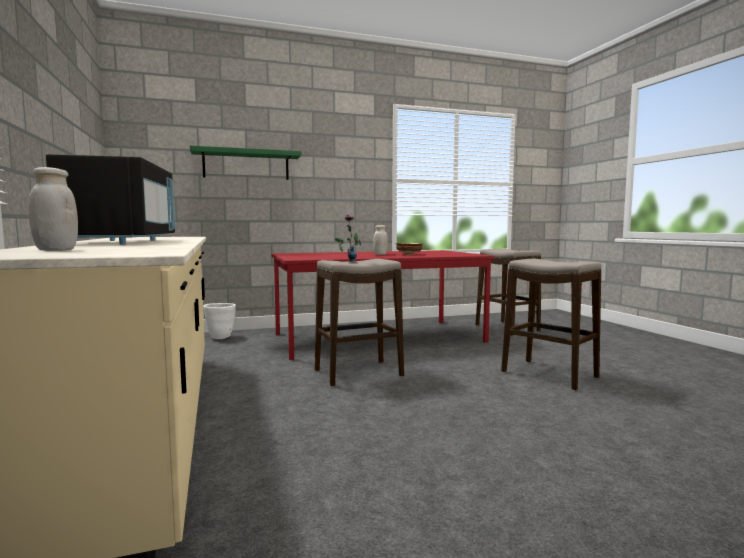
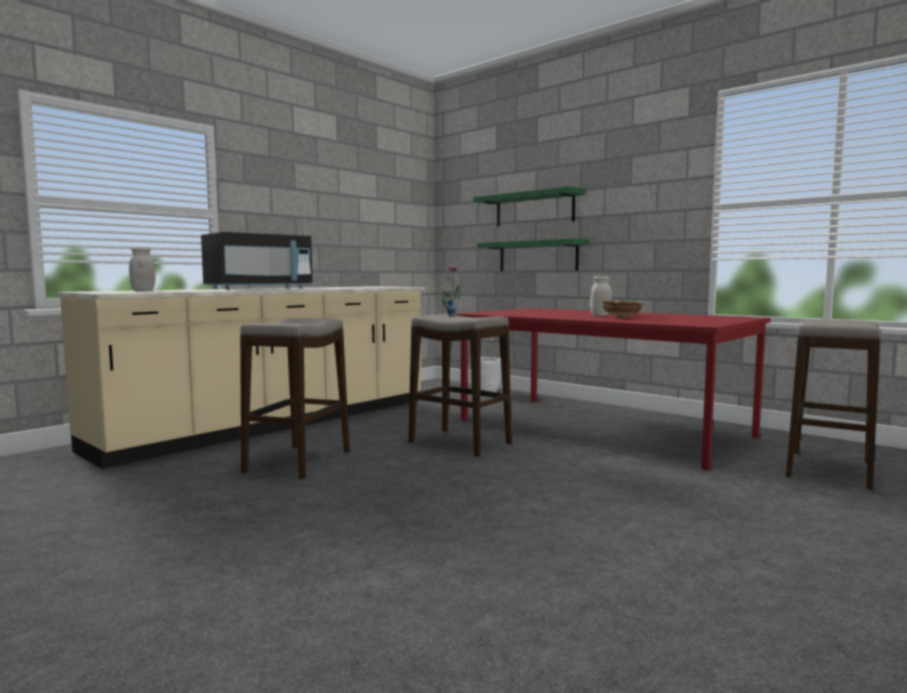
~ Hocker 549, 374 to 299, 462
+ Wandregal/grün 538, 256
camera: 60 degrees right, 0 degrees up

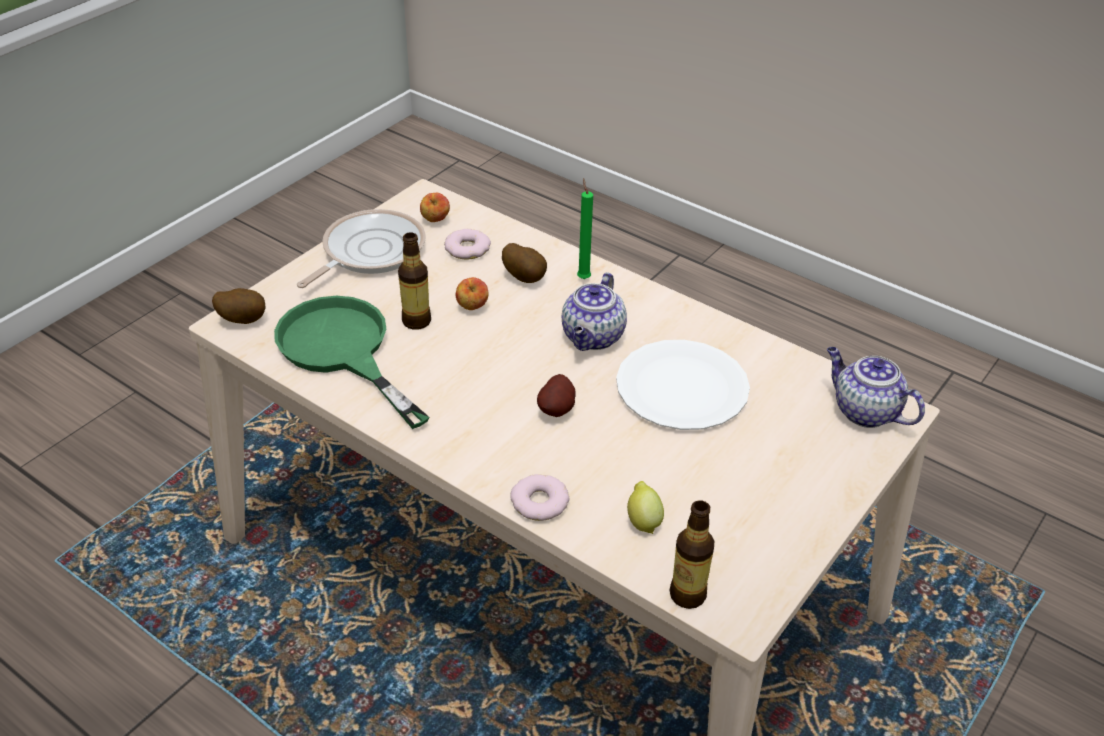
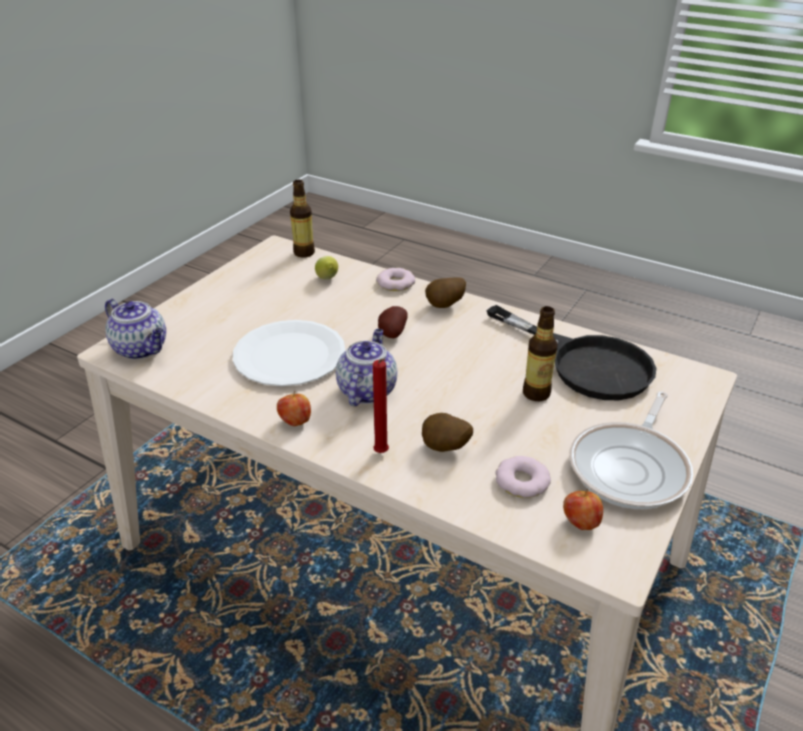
~ Kartoffel 243, 319 to 445, 306
~ Pfanne/grün 343, 351 to Pfanne/schwarz 585, 363
~ Apfel 472, 307 to 295, 422
~ Kerze/grün 583, 277 to Kerze/rot 382, 454
camera: 175 degrees right, 5 degrees down

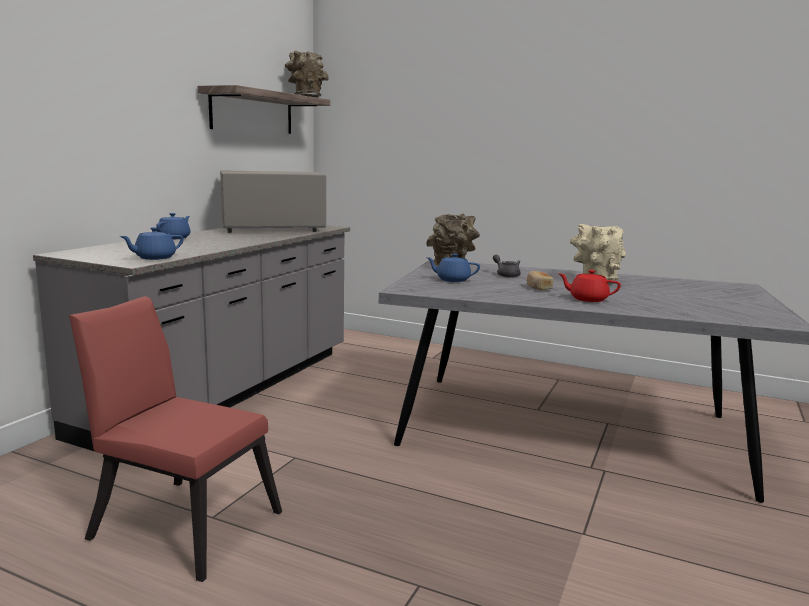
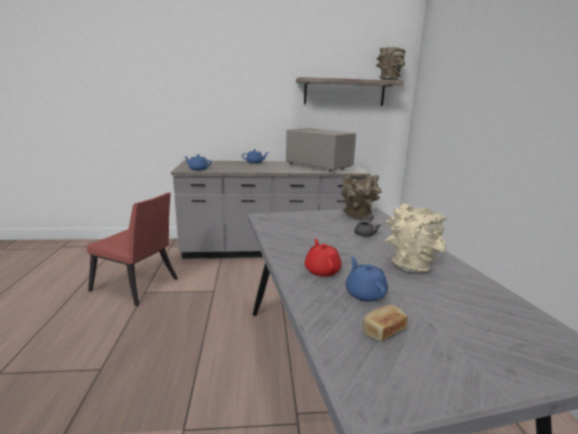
~ Stuhl/rot 180, 521 = 137, 287 120 degrees clockwise
~ Teekanne/blau 452, 280 to 365, 293
~ Brot 538, 287 to 382, 330
camera: 60 degrees right, 5 degrees up

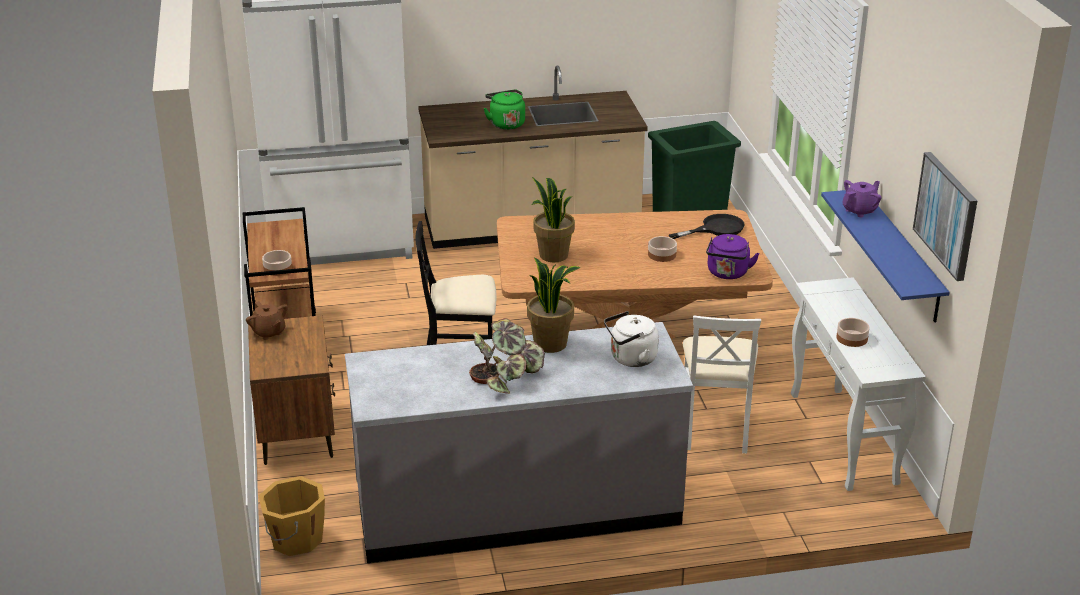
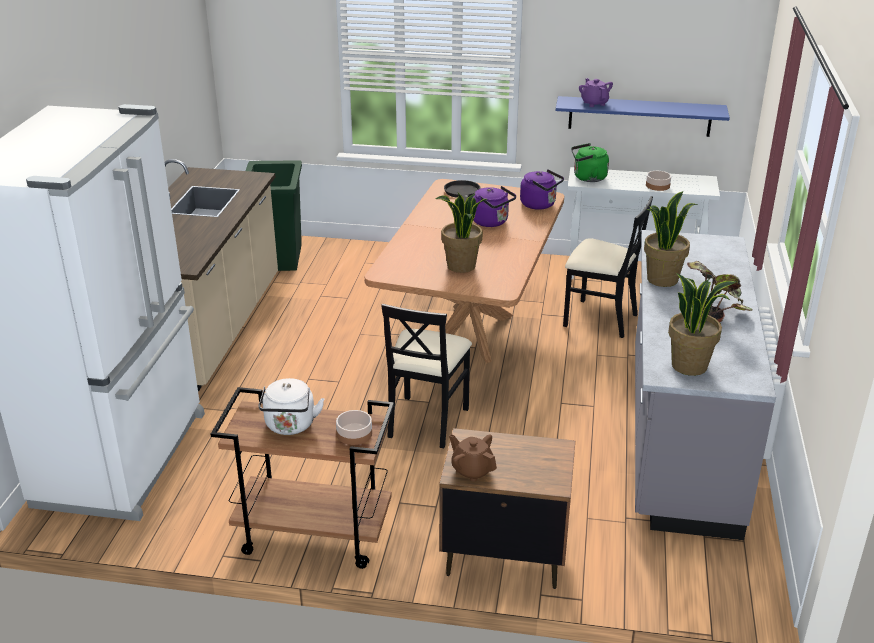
~ Teekanne/braun 269, 332 = 472, 470 120 degrees counterclockwise
- Eimer/orange 295, 539
~ Wasserkessel/grün 506, 123 to 587, 178
~ Wasserkessel/weiß 630, 359 to 290, 426
~ Schüssel 661, 255 to Wasserkessel/lila 492, 222
~ Stuhl/weiß 716, 428 to Stuhl/schwarz 599, 319
- Bild 946, 215
+ Topfpflanze 690, 365
camera: 70 degrees left, 0 degrees up

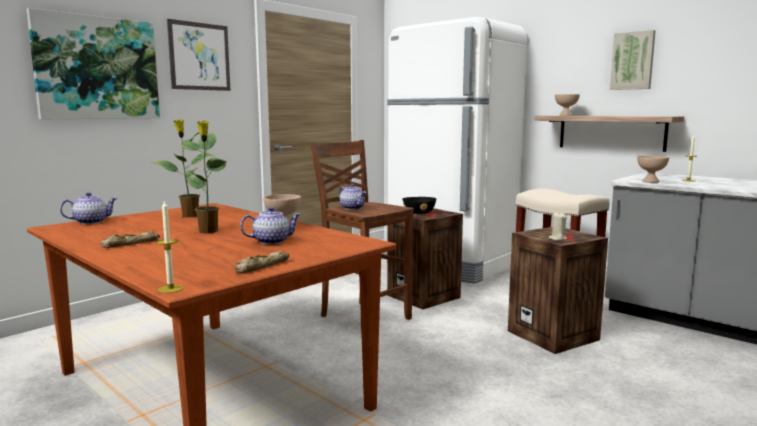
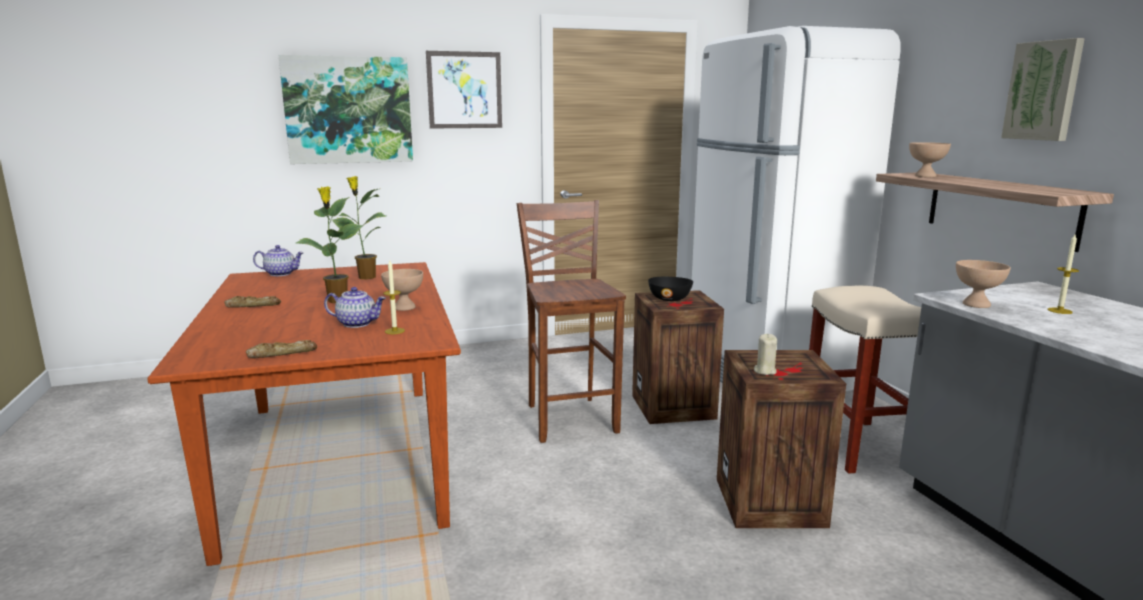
~ Kerze 170, 289 to 394, 331
- Teekanne 352, 208
camera: 30 degrees right, 5 degrees up

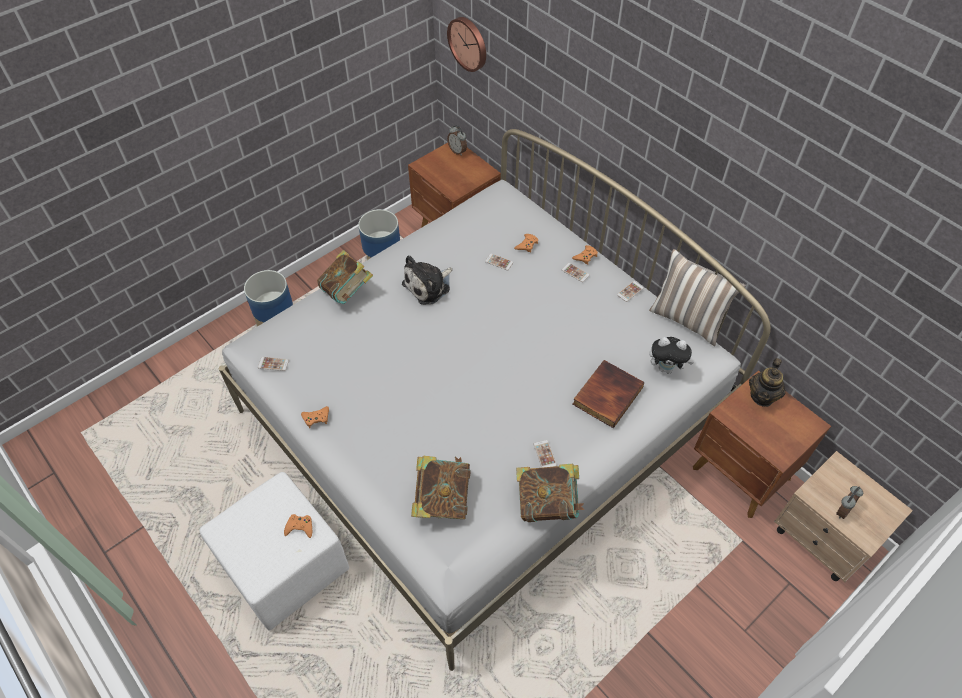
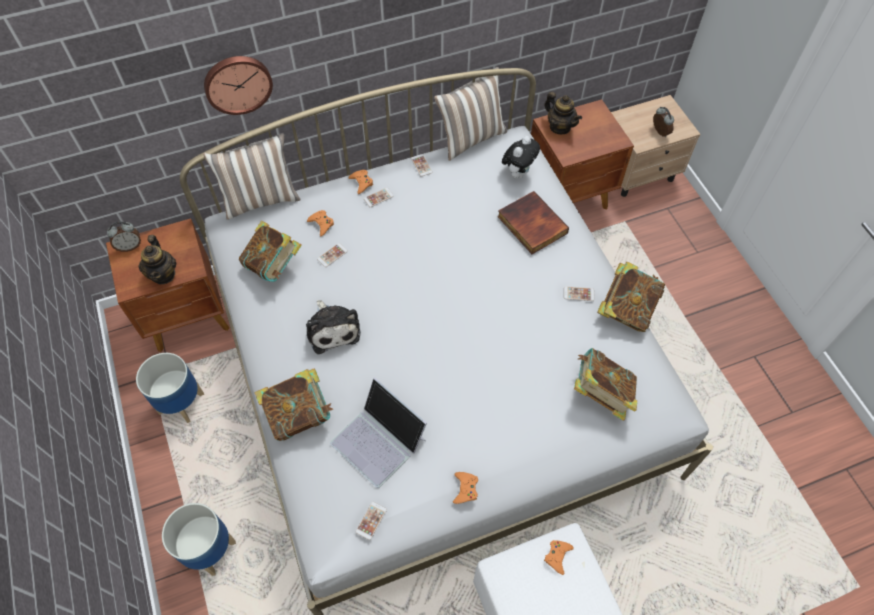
~ Wanduhr 469, 43 to 237, 83
+ Teekanne 163, 274
+ Kissen 261, 199
+ Buch 274, 265
+ Laptop 379, 440
camera: 70 degrees left, 5 degrees up

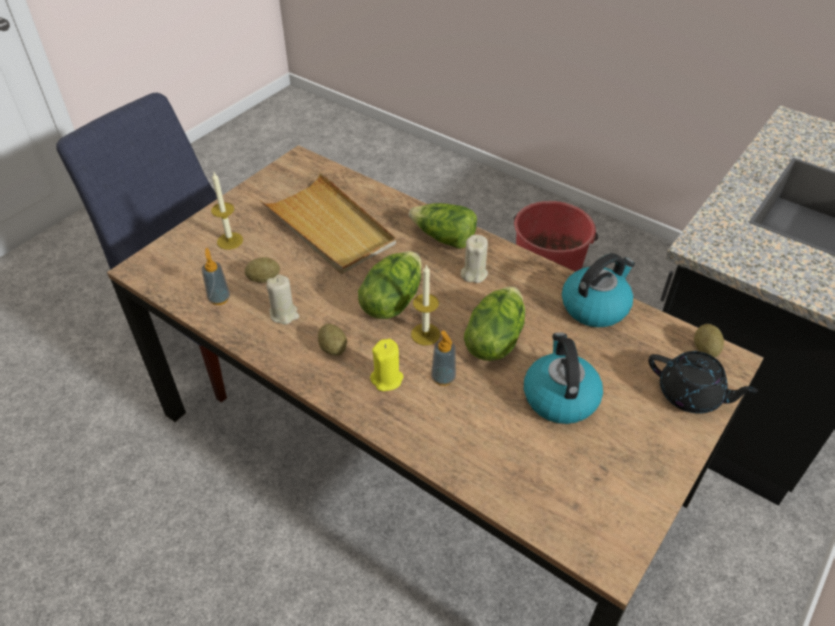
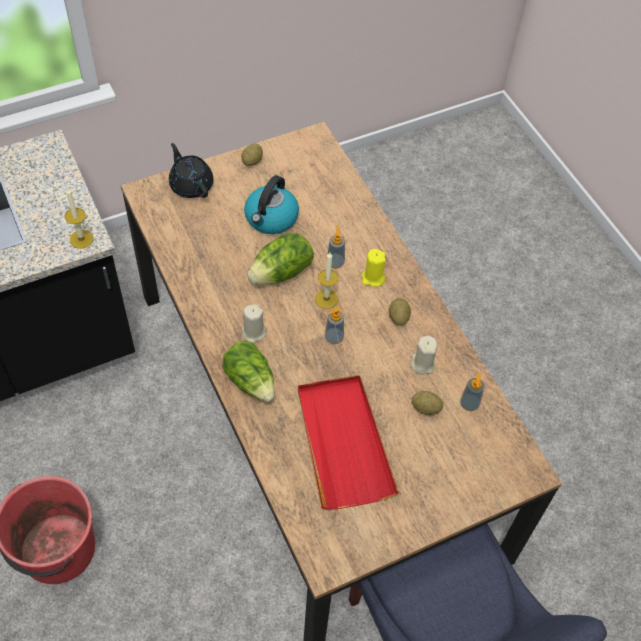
~ Kerze 230, 241 to 81, 239
~ Tablett/beige 329, 227 to Tablett/rot 343, 442
~ Salatkopf 391, 301 to Seifenspender 334, 337
- Wasserkessel 595, 306
~ Kartoffel 705, 349 to 252, 161
camera: 155 degrees left, 10 degrees up

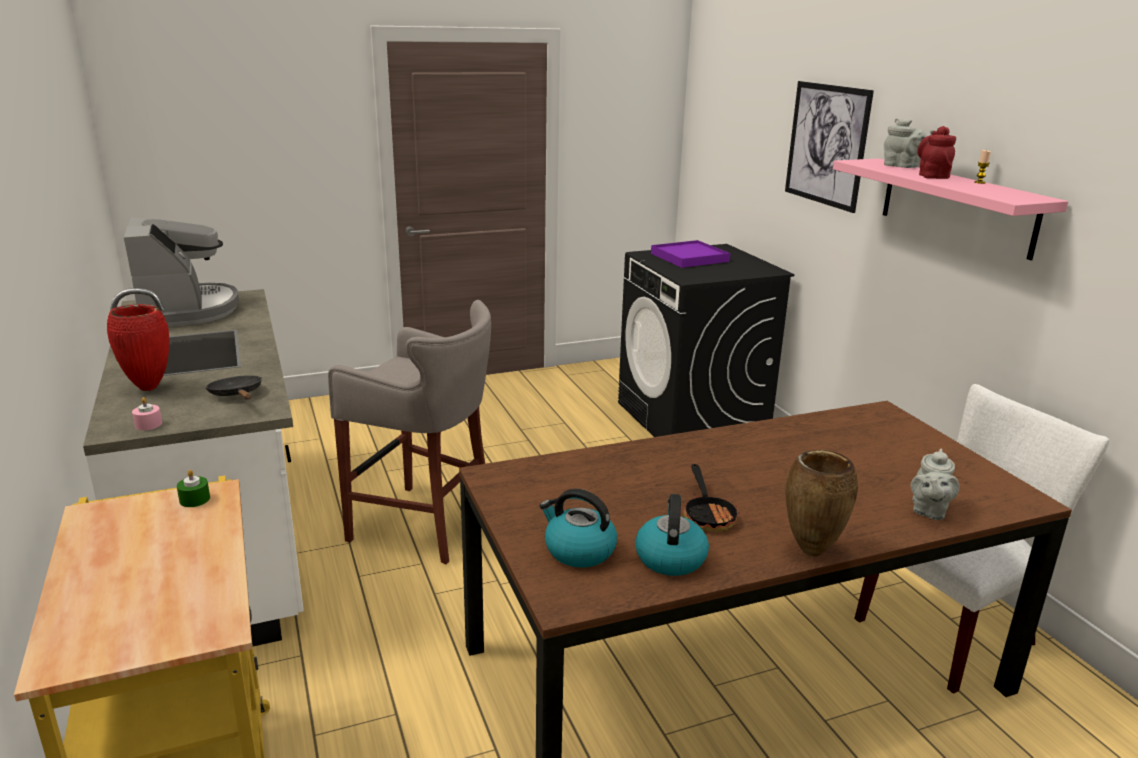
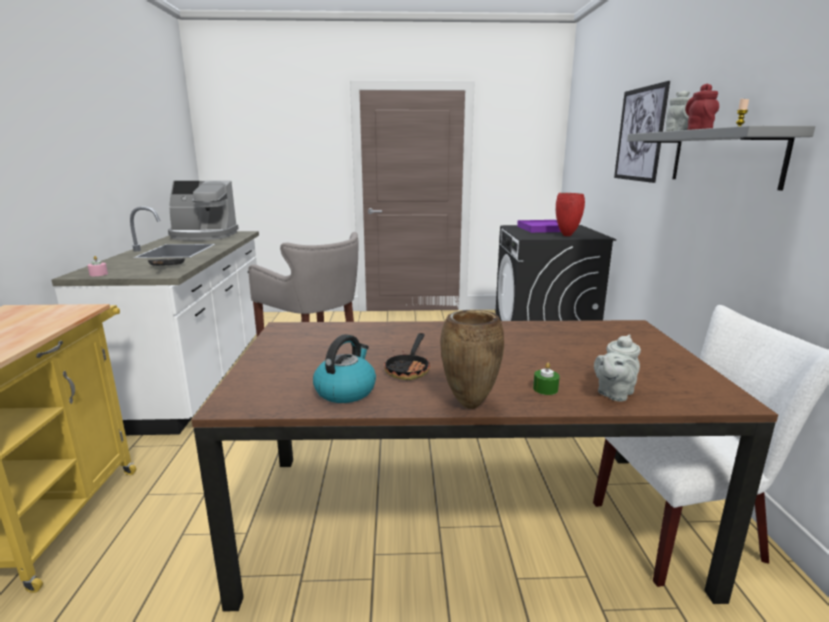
~ Vase/rot 149, 388 to 567, 235
~ Kaffeemaschine 186, 310 = 203, 236 90 degrees clockwise
~ Kerze/grün 194, 499 to 545, 389
- Wasserkessel 578, 551
~ Wandregal/rosa 956, 206 to Wandregal/grau 724, 157
camera: 20 degrees right, 5 degrees down

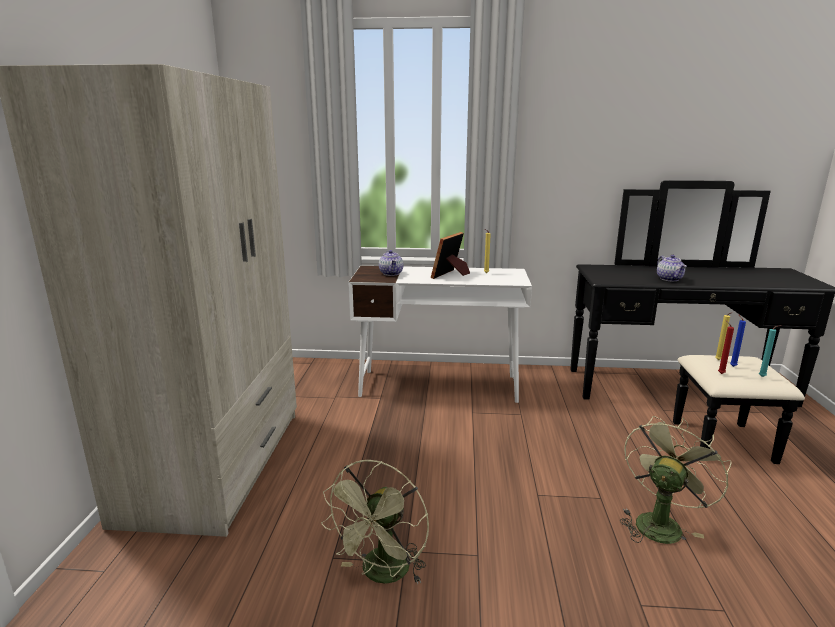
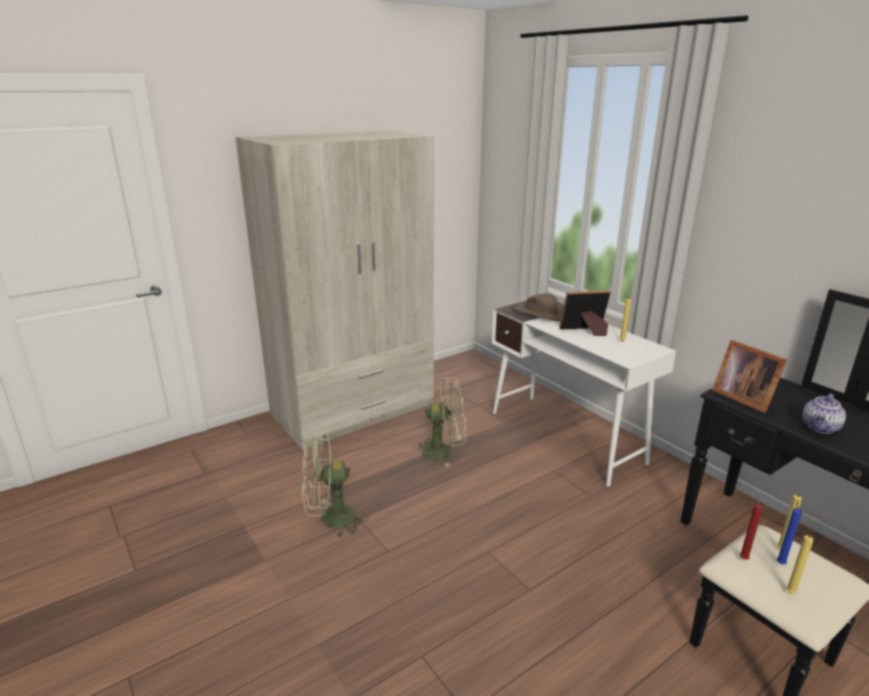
~ Teekanne 391, 273 to Hut/braun 541, 313
~ Ventilator/grün 659, 522 to 444, 451
~ Kerze/türkis 763, 377 to Kerze/gelb 791, 594
+ Bilderrahmen 742, 397
camera: 50 degrees right, 5 degrees up

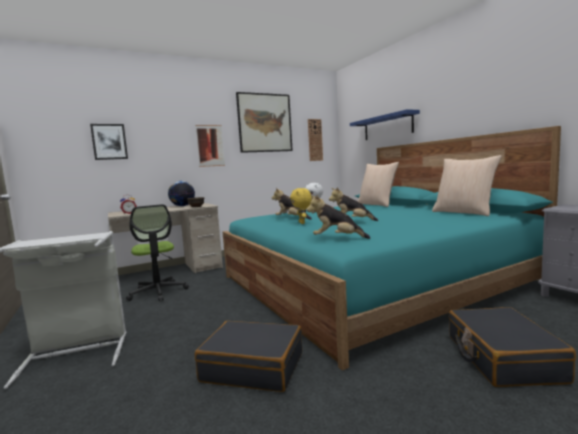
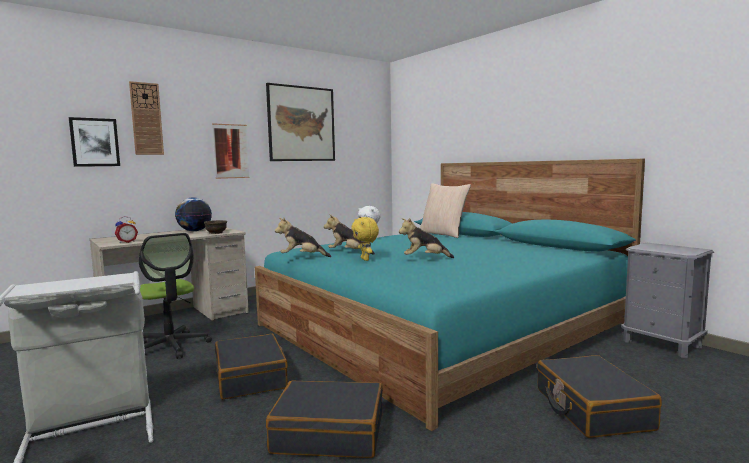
~ Plüschtier 337, 239 to 302, 257
~ Wanduhr 315, 140 to 146, 119
- Wandregal/blau 387, 127
- Kissen/beige 464, 212
+ Koffer/schwarz 251, 377
camera: 10 degrees left, 0 degrees up

